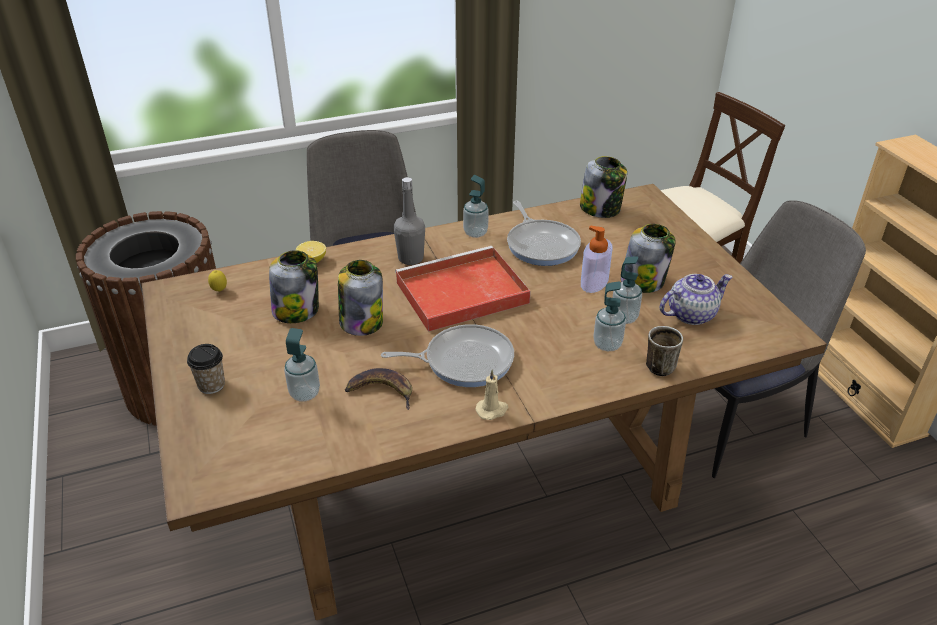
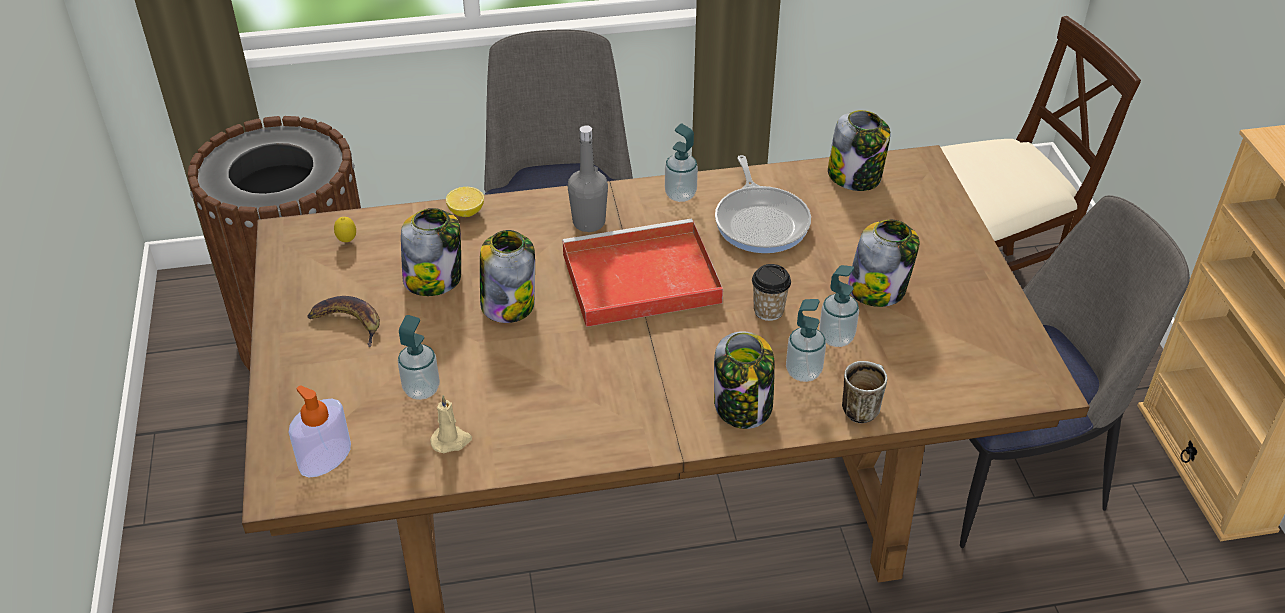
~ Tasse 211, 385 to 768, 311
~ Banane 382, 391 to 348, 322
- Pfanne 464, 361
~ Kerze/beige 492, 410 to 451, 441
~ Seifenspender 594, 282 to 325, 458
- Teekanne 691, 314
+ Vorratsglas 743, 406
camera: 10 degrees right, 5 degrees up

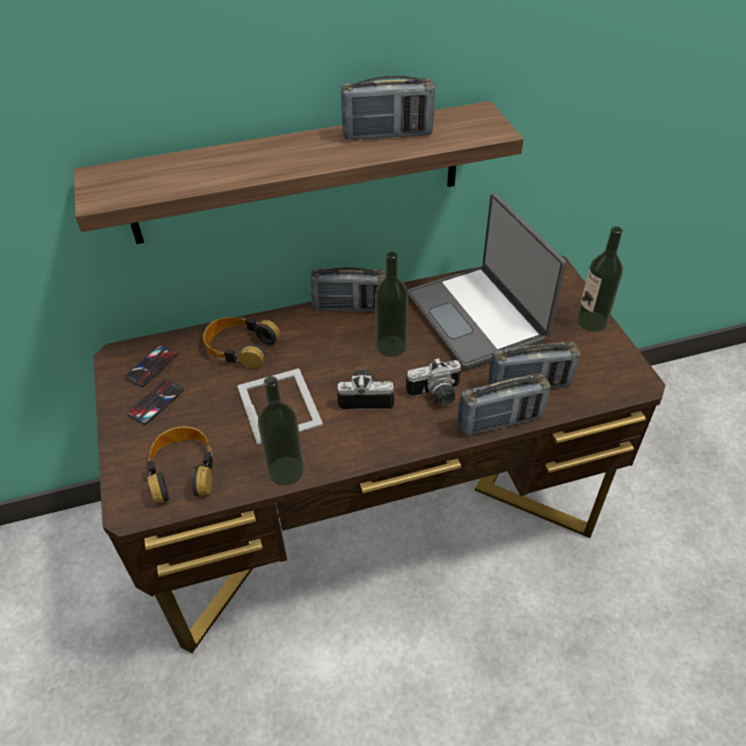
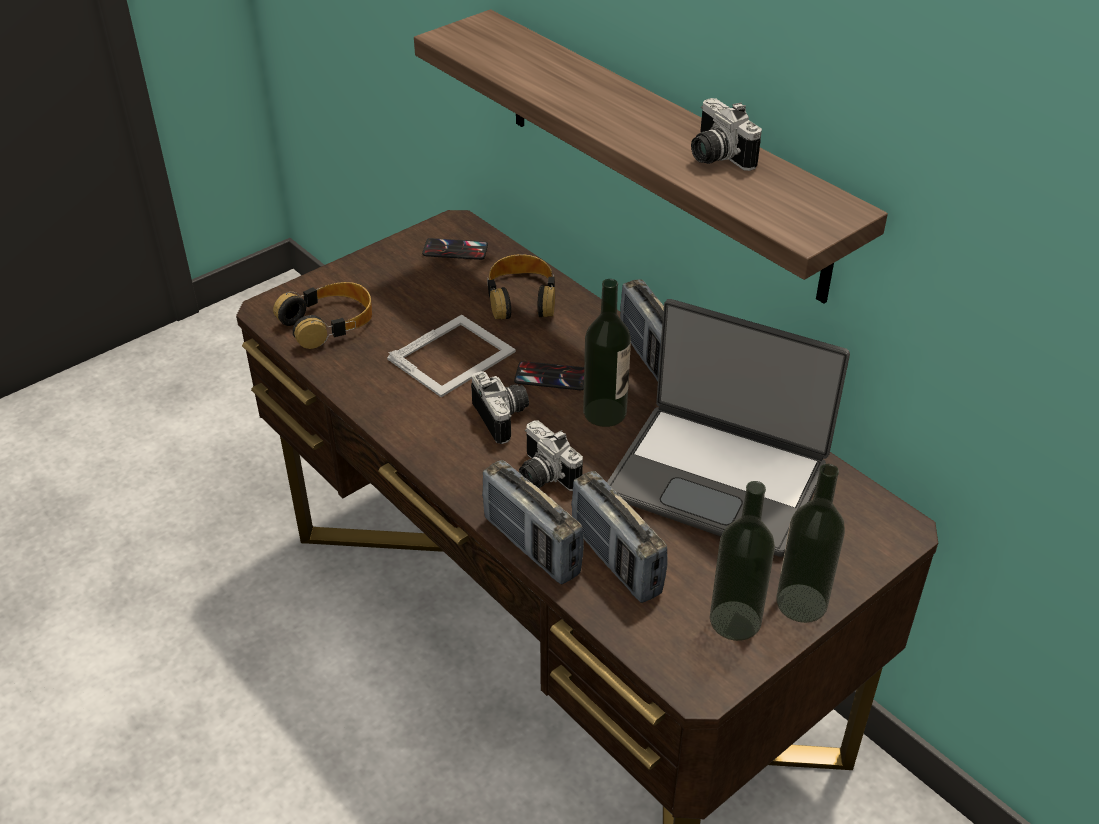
~ Handy 156, 402 to 551, 376
~ Flasche 286, 470 to 735, 620
~ Radio 387, 135 to Kamera 715, 156
~ Laptop 478, 317 = 718, 478 105 degrees counterclockwise
camera: 65 degrees right, 5 degrees down

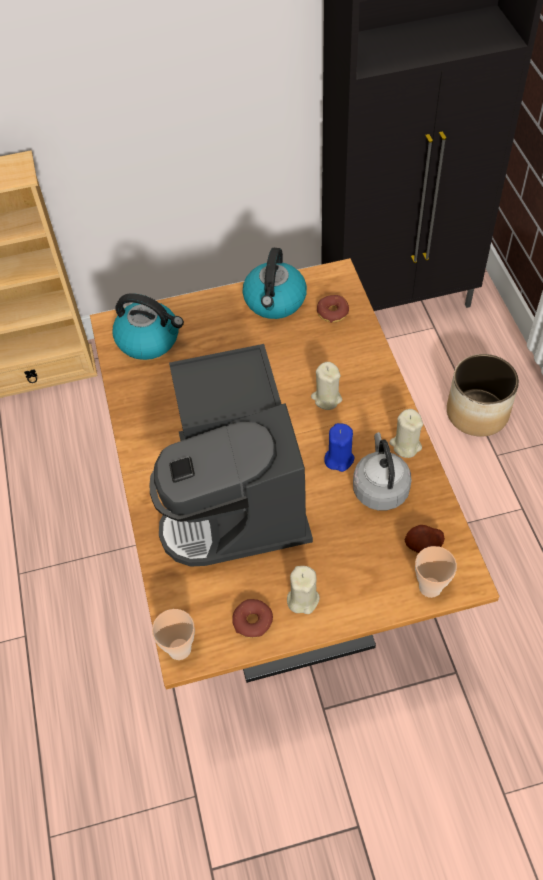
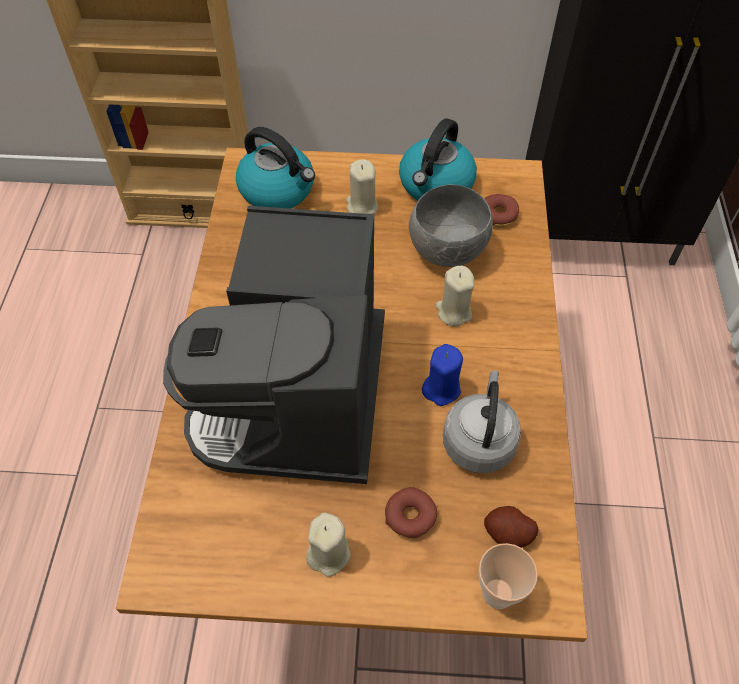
- Tasse 179, 649
~ Donut 252, 621 to 410, 516
~ Kerze/beige 405, 445 to 361, 206
- Pflanzkübel 476, 412
+ Schüssel/grau 449, 251
camera: 15 degrees right, 0 degrees up

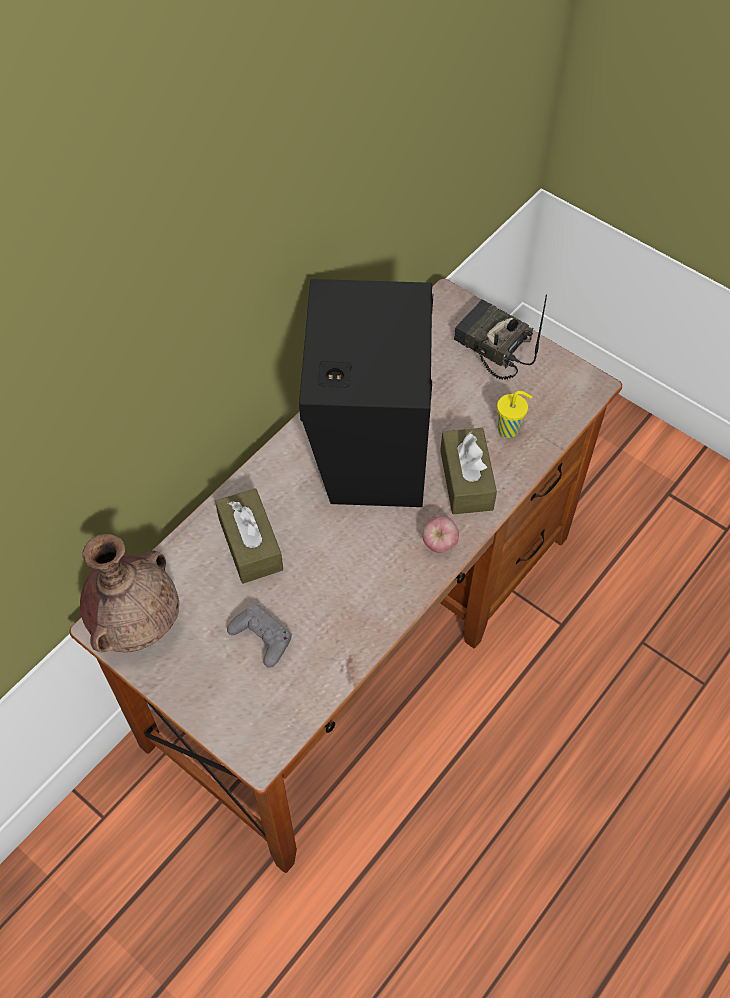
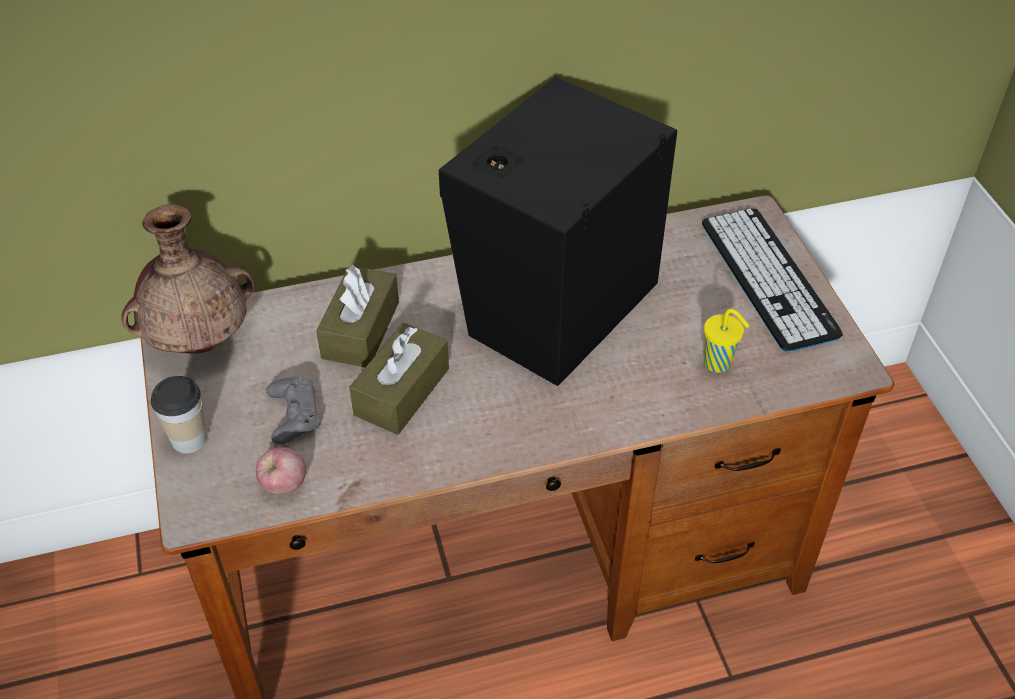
~ Apfel 439, 544 to 284, 485
~ Taschentuchbox/braun 466, 480 to 402, 391
~ Radio 491, 346 to Tastatur 768, 278
+ Tasse 189, 439
camera: 35 degrees right, 10 degrees down

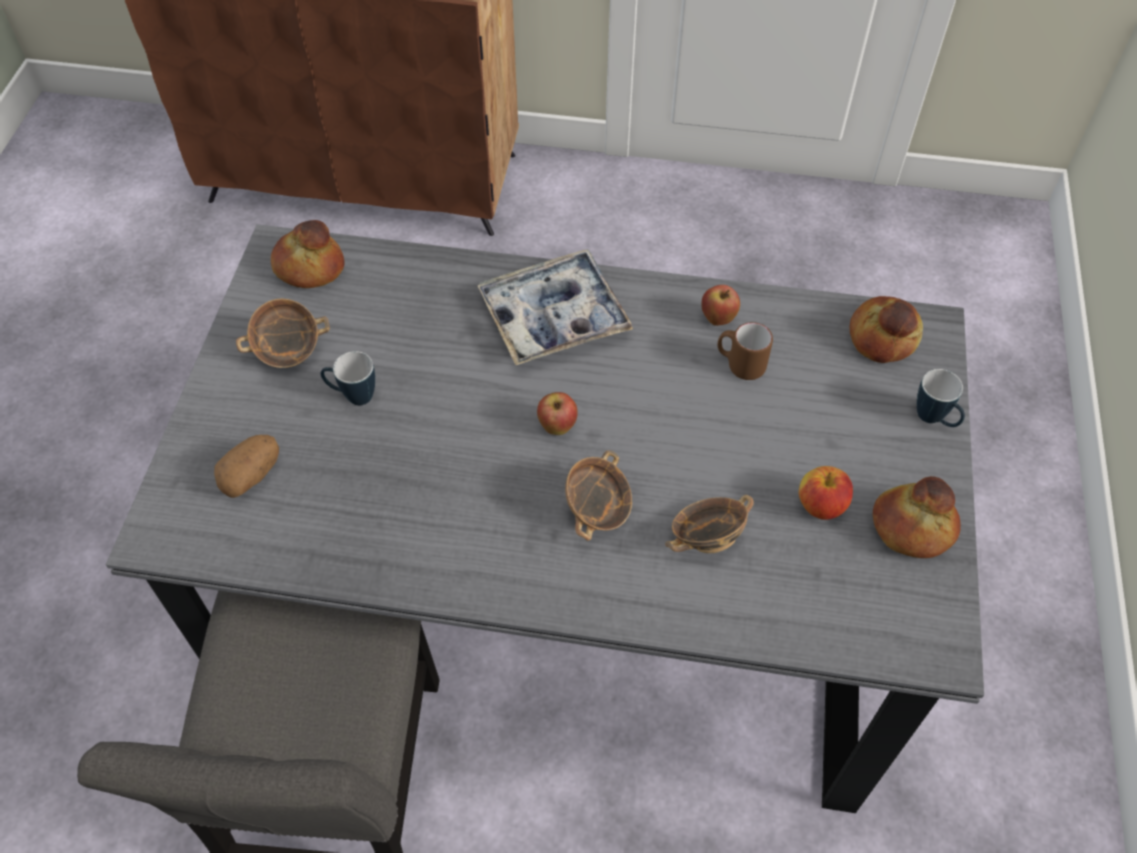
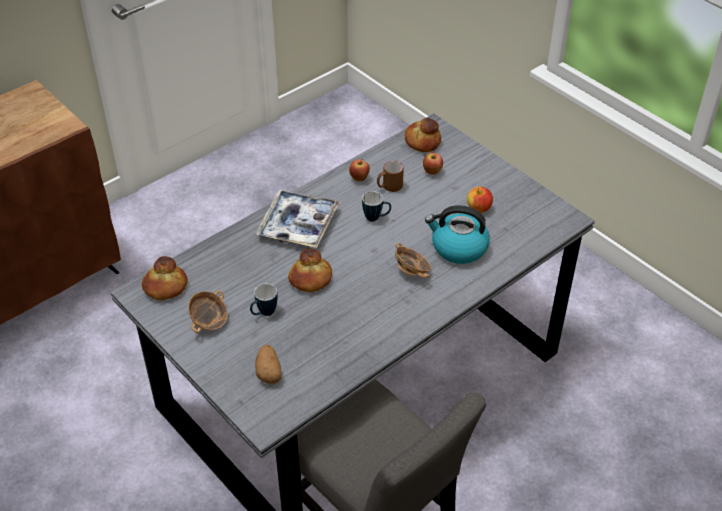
~ Apfel 557, 427 to 432, 172
~ Schüssel 706, 536 to Wasserkessel 458, 248
~ Brot 912, 527 to 310, 279
~ Henkelbecher 934, 420 to 376, 218
camera: 50 degrees left, 10 degrees down

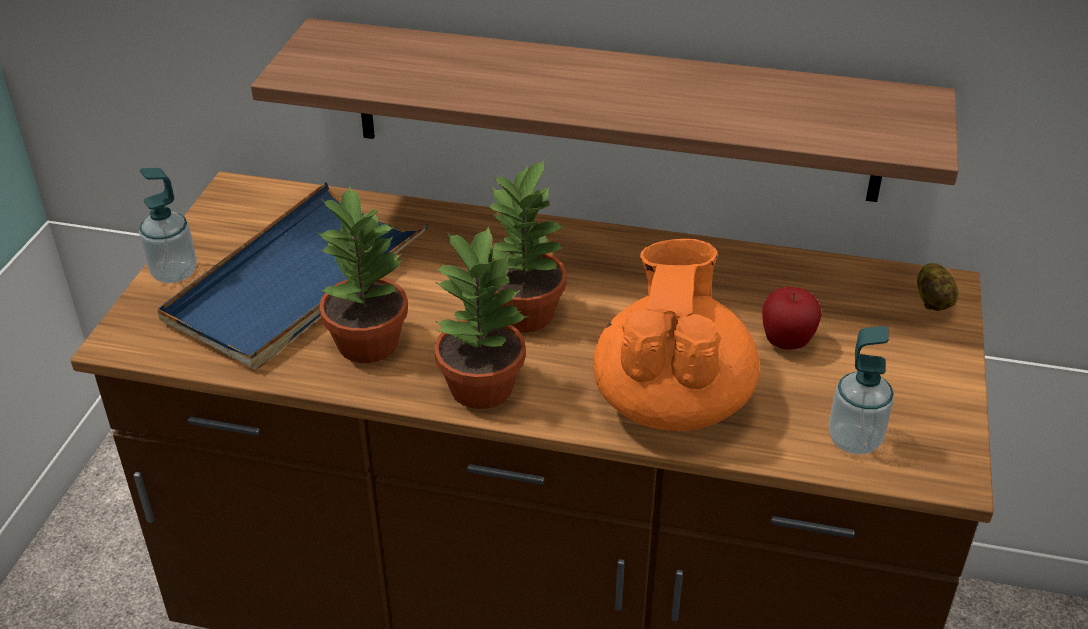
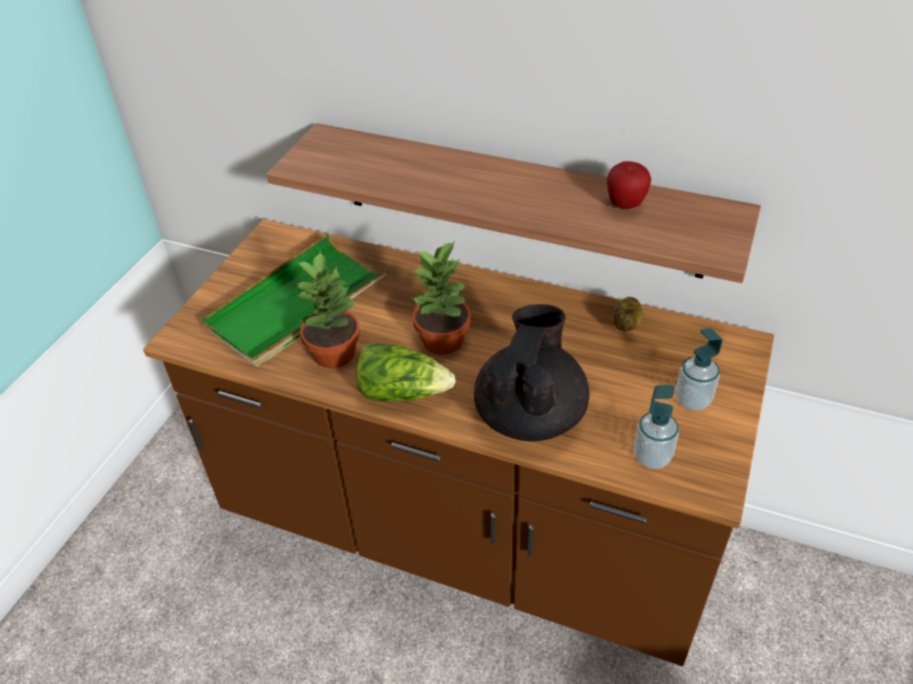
~ Seifenspender 174, 273 to 692, 400
~ Tablett/blau 296, 282 to Tablett/grün 296, 304
~ Topfpflanze 481, 386 to Salatkopf 402, 392
~ Teekanne/orange 672, 400 to Teekanne/schwarz 530, 414
~ Apfel 786, 343 to 625, 205
~ Kartoffel 933, 302 to 627, 324
camera: 10 degrees right, 5 degrees up

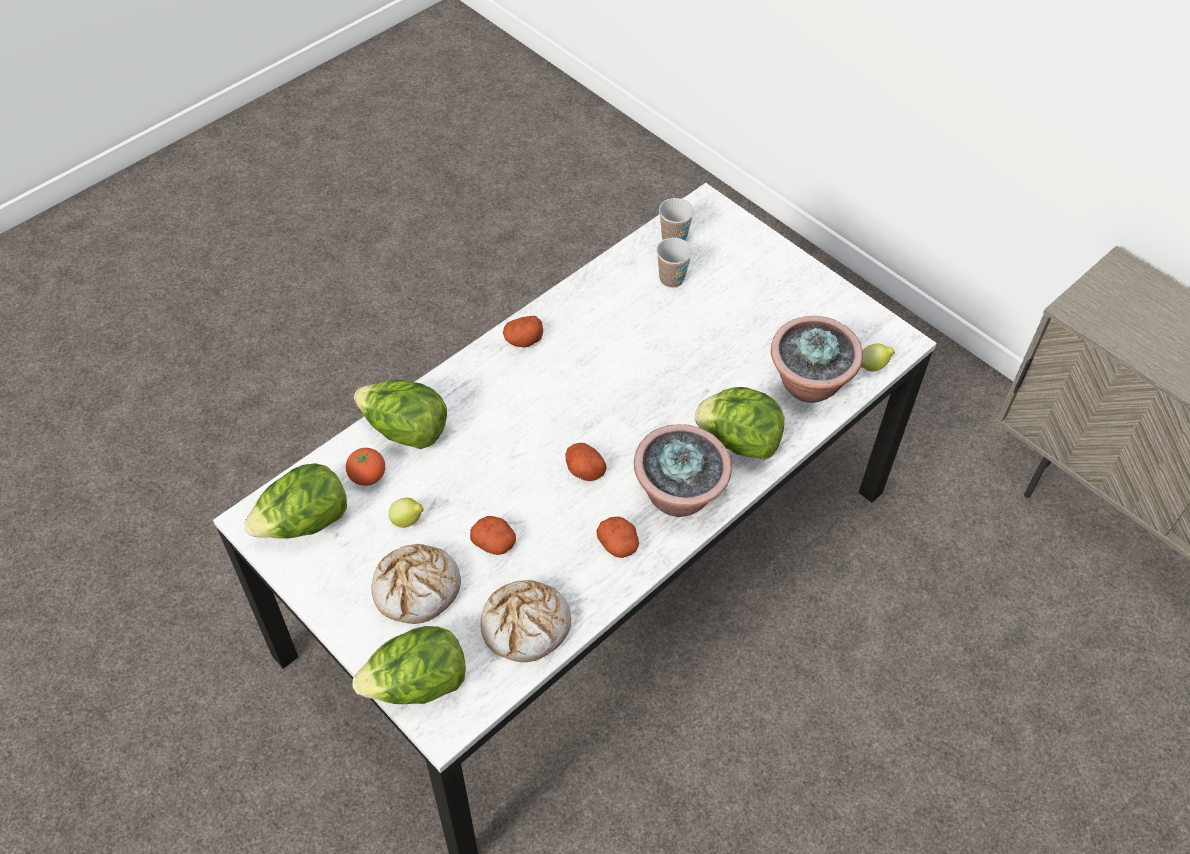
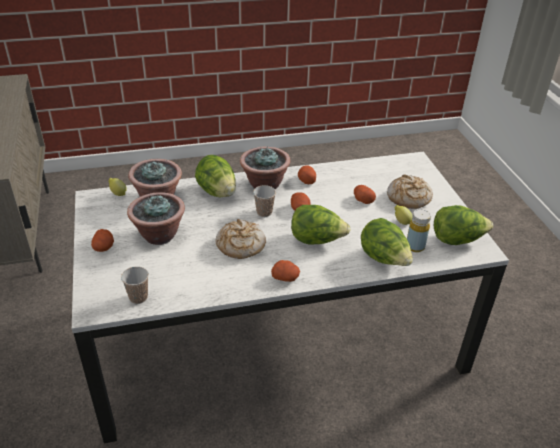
~ Tomate 367, 476 to Flasche/gelb 415, 246
~ Salatkopf 417, 685 to 317, 240
~ Brot 526, 626 to 240, 245
~ Tasse 671, 279 to 264, 212
+ Kartoffel 104, 247
+ Topfpflanze 159, 235
camera: 150 degrees left, 15 degrees down

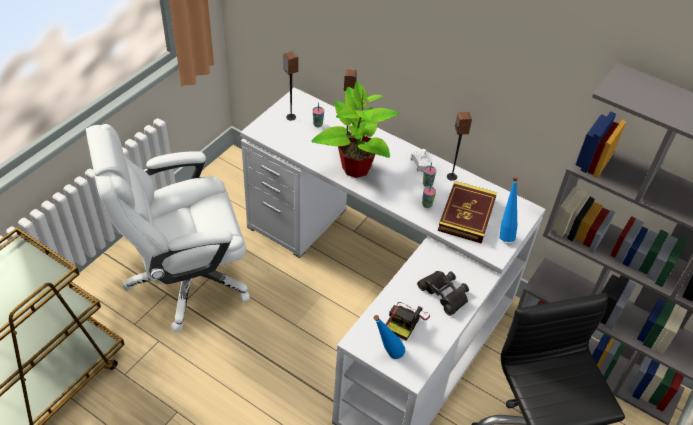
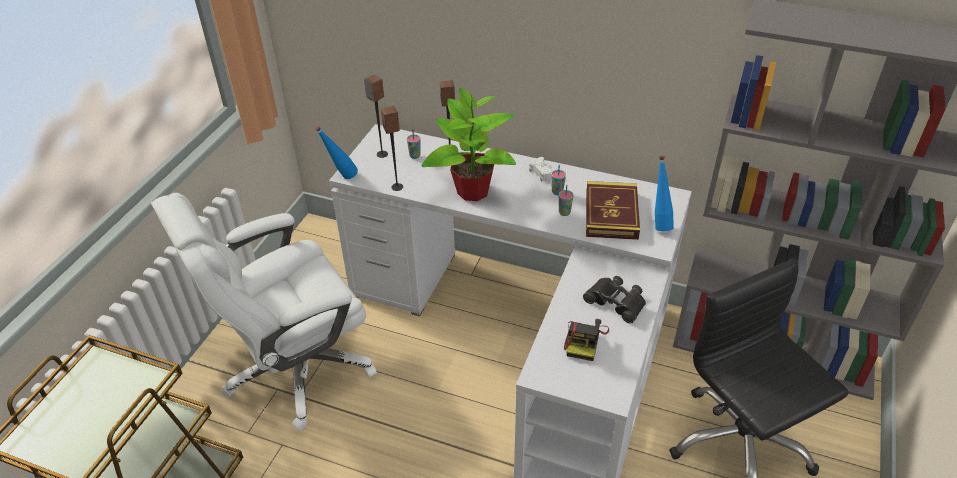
~ Flasche/blau 386, 354 to 341, 178
~ Lautsprecher 452, 177 to 397, 187
camera: 10 degrees left, 5 degrees down

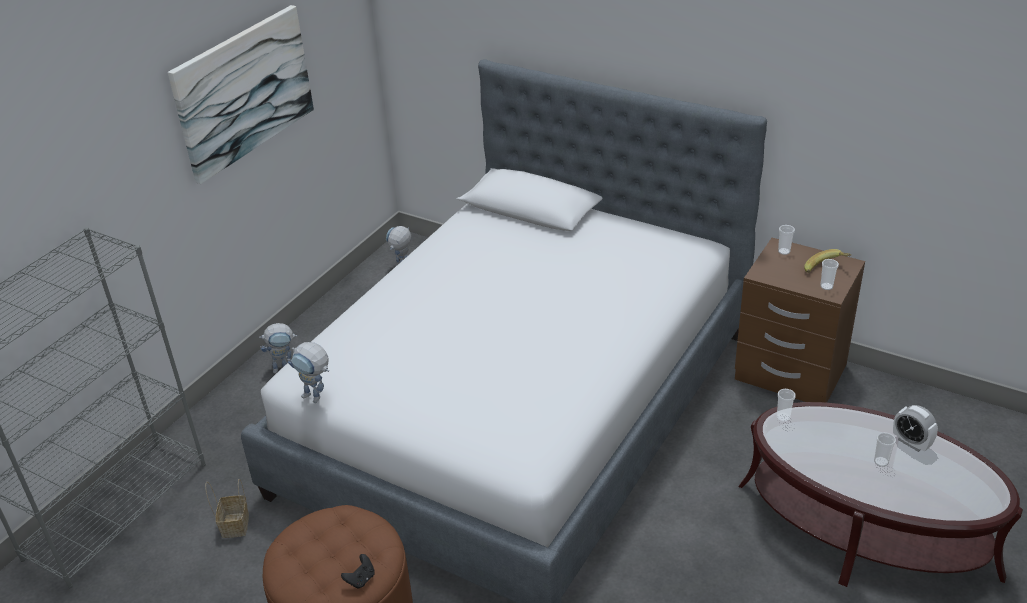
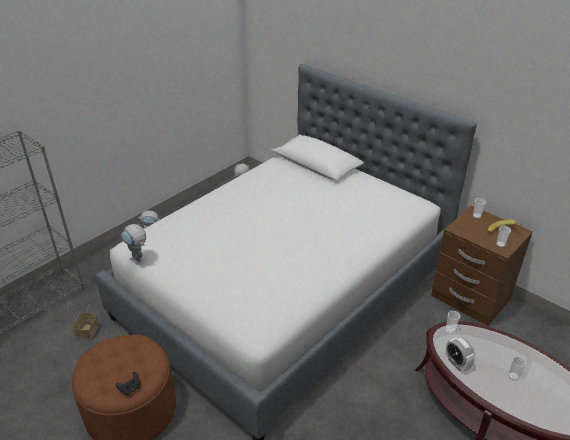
- Bild 244, 91
~ Wecker 911, 443 to 457, 363
camera: 10 degrees right, 0 degrees up

